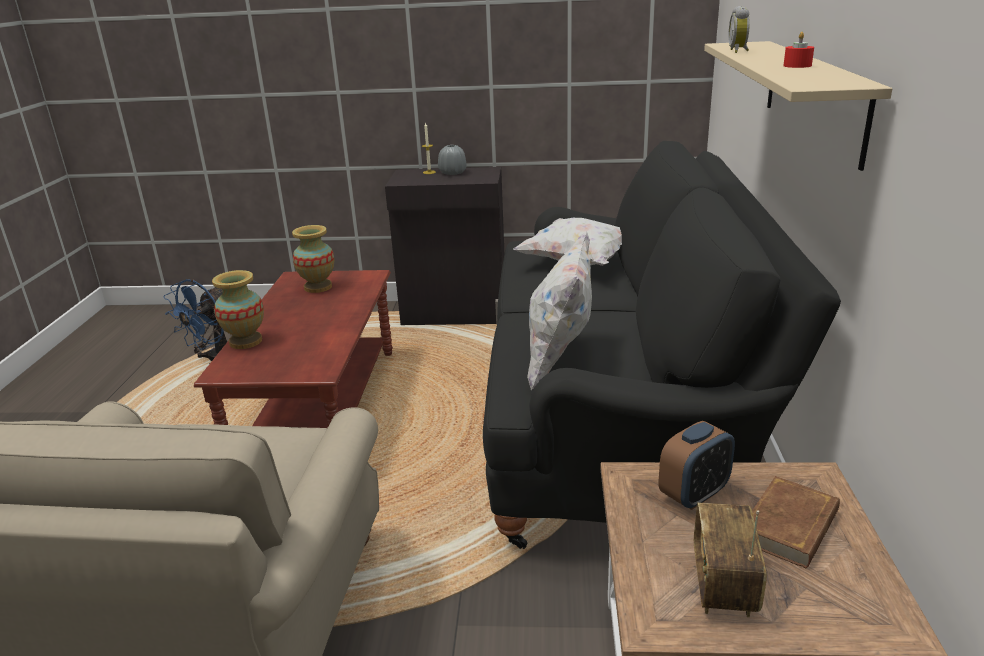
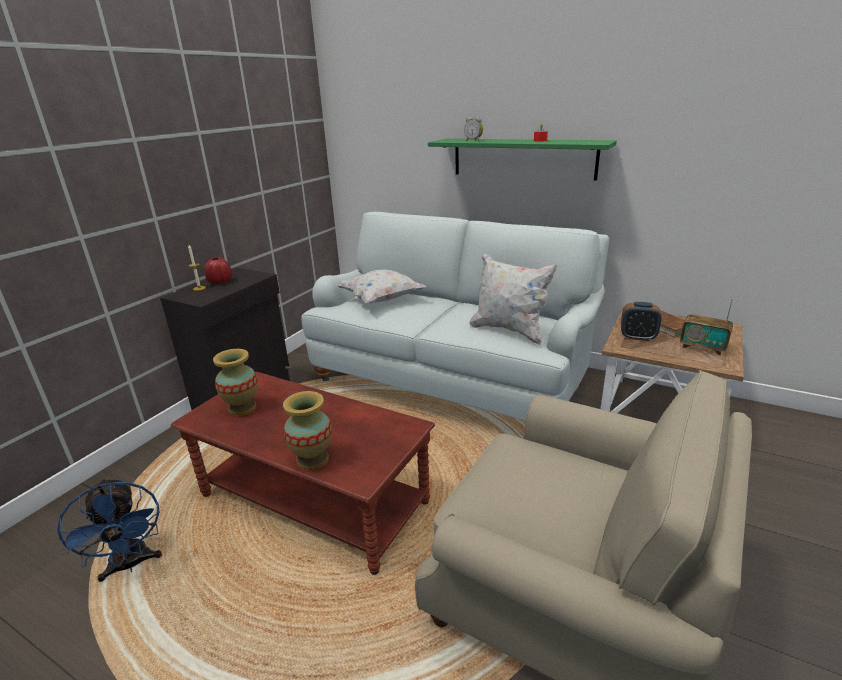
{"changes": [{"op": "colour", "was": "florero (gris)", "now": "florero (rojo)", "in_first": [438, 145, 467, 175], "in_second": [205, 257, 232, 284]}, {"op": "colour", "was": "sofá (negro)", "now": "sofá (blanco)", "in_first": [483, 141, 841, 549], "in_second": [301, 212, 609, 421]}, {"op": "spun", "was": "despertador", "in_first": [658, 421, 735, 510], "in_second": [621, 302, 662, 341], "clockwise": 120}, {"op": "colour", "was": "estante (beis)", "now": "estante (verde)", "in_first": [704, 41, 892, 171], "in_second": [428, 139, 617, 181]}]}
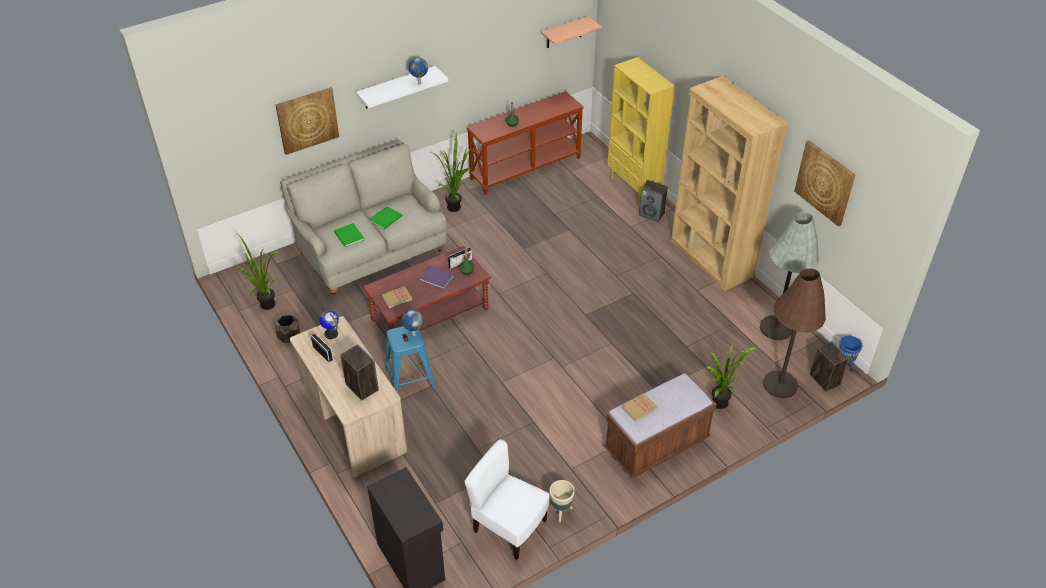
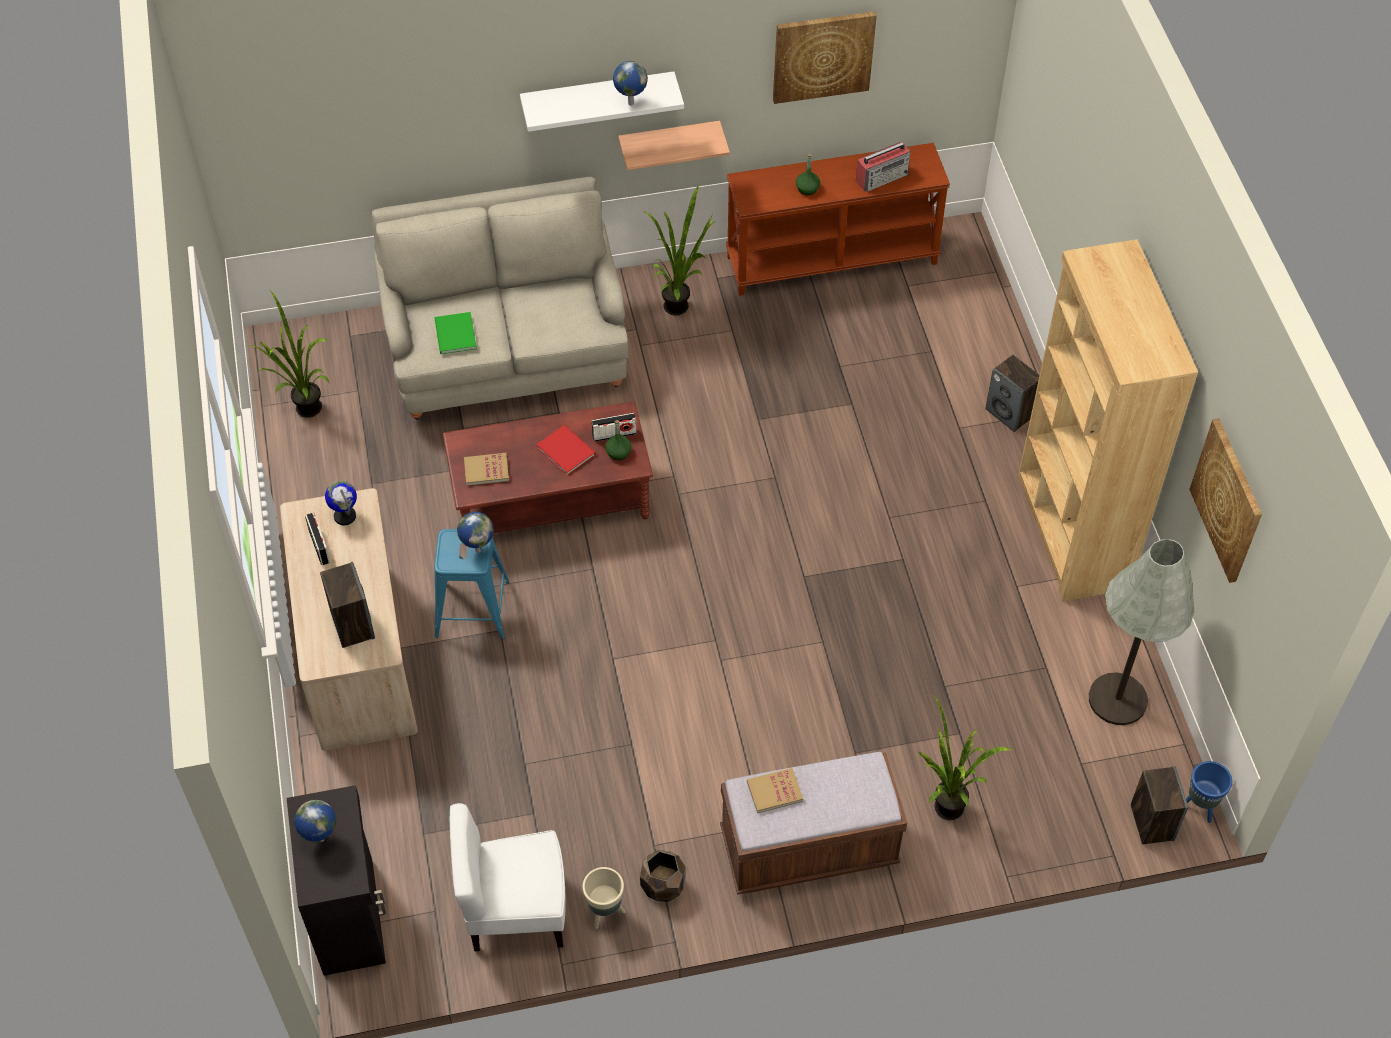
{"changes": [{"op": "relocated", "was": "maceta (marrón)", "in_first": [275, 315, 300, 343], "in_second": [640, 850, 686, 902]}, {"op": "relocated", "was": "cuadro", "in_first": [276, 87, 339, 155], "in_second": [773, 11, 877, 104]}, {"op": "missing", "was": "libro (verde)", "in_first": [369, 206, 403, 230]}, {"op": "colour", "was": "libro (morado)", "now": "libro (rojo)", "in_first": [420, 265, 455, 289], "in_second": [536, 425, 596, 475]}, {"op": "spun", "was": "silla (blanco)", "in_first": [465, 439, 550, 560], "in_second": [450, 803, 566, 951], "clockwise": -60}, {"op": "relocated", "was": "estante", "in_first": [541, 16, 602, 48], "in_second": [618, 121, 730, 170]}, {"op": "missing", "was": "estantería (amarillo)", "in_first": [607, 57, 675, 203]}, {"op": "missing", "was": "lámpara de pie (marrón)", "in_first": [763, 268, 826, 398]}, {"op": "appeared", "now": "globo terráqueo", "in_second": [294, 800, 336, 842]}, {"op": "appeared", "now": "radio", "in_second": [856, 142, 910, 192]}]}
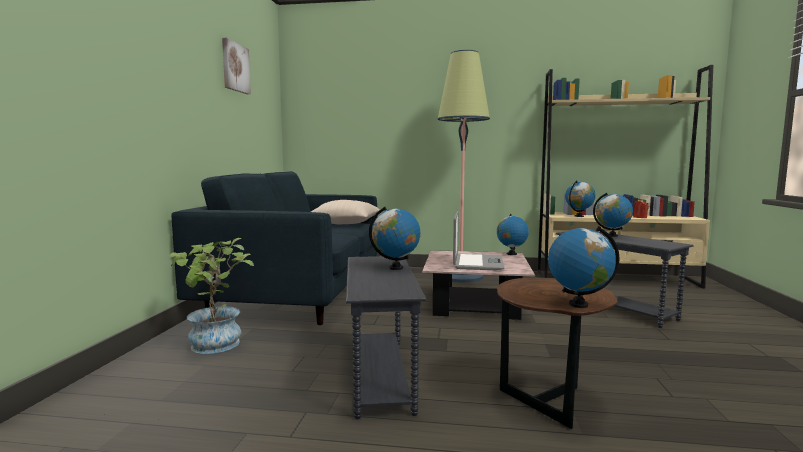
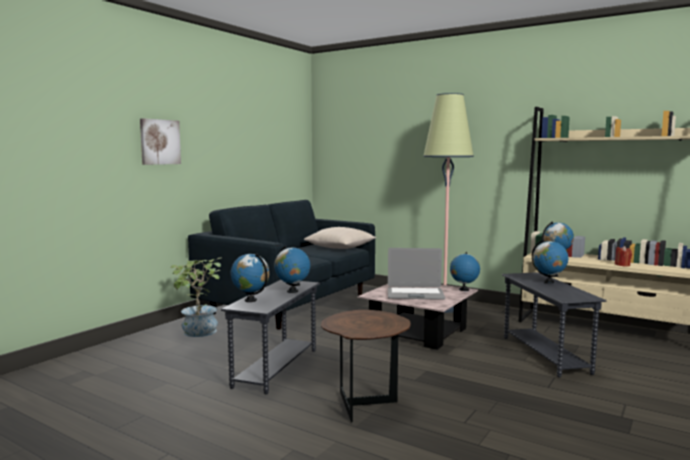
{"changes": [{"op": "relocated", "was": "cuadro", "in_first": [222, 38, 251, 94], "in_second": [140, 118, 181, 165]}, {"op": "spun", "was": "portátil", "in_first": [453, 211, 505, 270], "in_second": [388, 248, 445, 300], "clockwise": 60}, {"op": "relocated", "was": "globo terráqueo", "in_first": [548, 226, 620, 308], "in_second": [231, 253, 269, 302]}]}
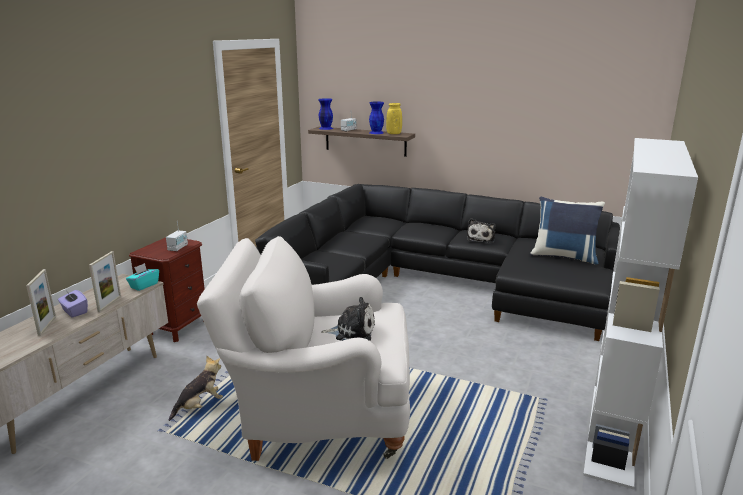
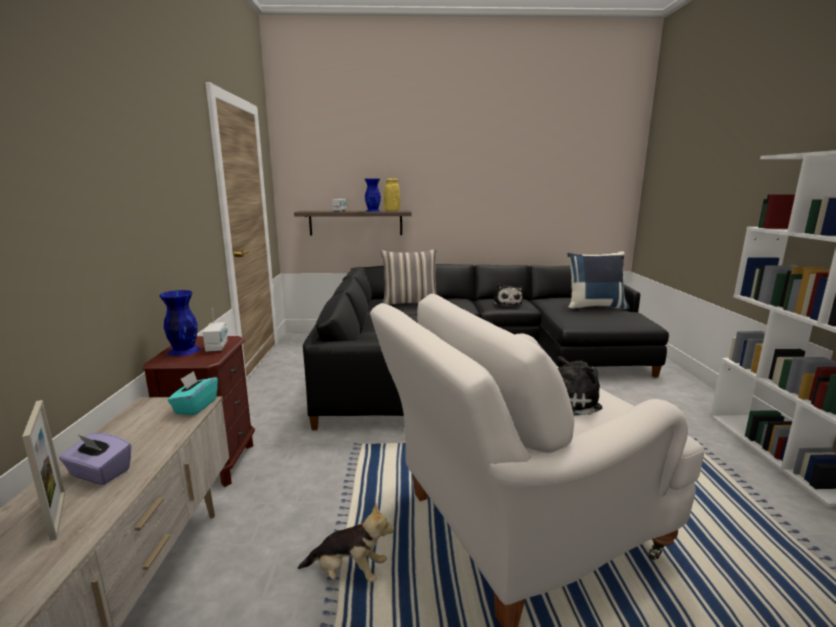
{"changes": [{"op": "missing", "was": "portarretratos", "in_first": [89, 251, 121, 312]}, {"op": "spun", "was": "peluche", "in_first": [169, 356, 223, 421], "in_second": [298, 503, 395, 582], "clockwise": 75}, {"op": "relocated", "was": "florero (azul)", "in_first": [318, 98, 333, 130], "in_second": [159, 290, 201, 356]}, {"op": "appeared", "now": "cojín", "in_second": [381, 249, 437, 305]}]}
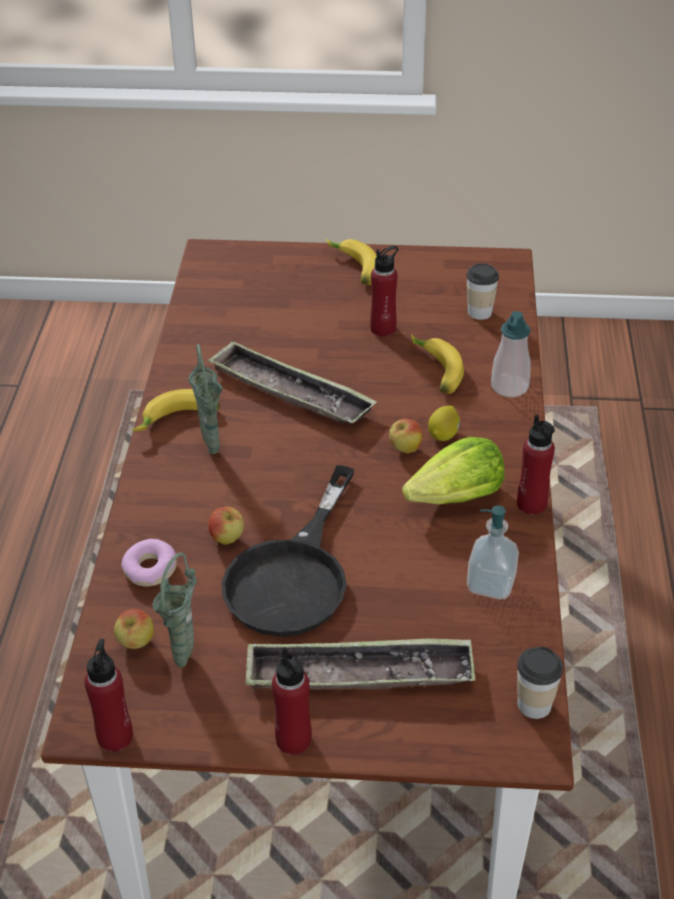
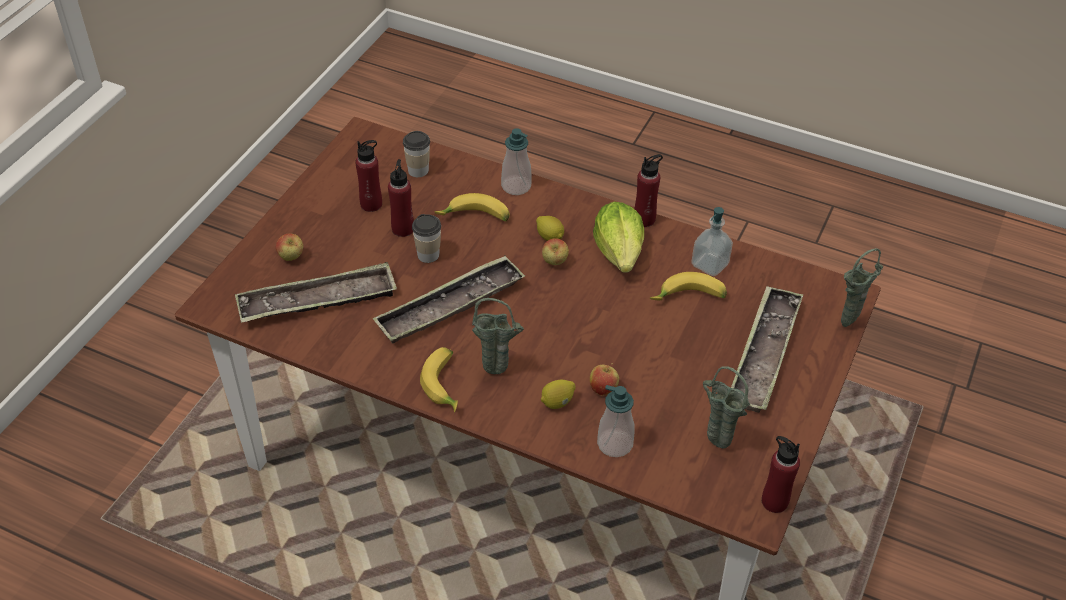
{"changes": [{"op": "relocated", "was": "manzana", "in_first": [114, 609, 154, 649], "in_second": [276, 234, 303, 261]}, {"op": "exchanged", "was": "rosquilla", "now": "dispensador de jabón", "in_first": [121, 539, 177, 587], "in_second": [597, 385, 635, 457]}, {"op": "missing", "was": "sartén (negro)", "in_first": [221, 465, 355, 637]}, {"op": "relocated", "was": "botella (rojo)", "in_first": [272, 647, 312, 755], "in_second": [355, 140, 382, 212]}, {"op": "relocated", "was": "plátano", "in_first": [326, 238, 377, 285], "in_second": [650, 272, 727, 300]}, {"op": "relocated", "was": "taza", "in_first": [517, 647, 563, 719], "in_second": [412, 214, 441, 263]}, {"op": "appeared", "now": "bandeja", "in_second": [235, 262, 397, 323]}, {"op": "appeared", "now": "limón", "in_second": [541, 380, 575, 409]}, {"op": "appeared", "now": "florero (verde)", "in_second": [841, 248, 883, 327]}]}
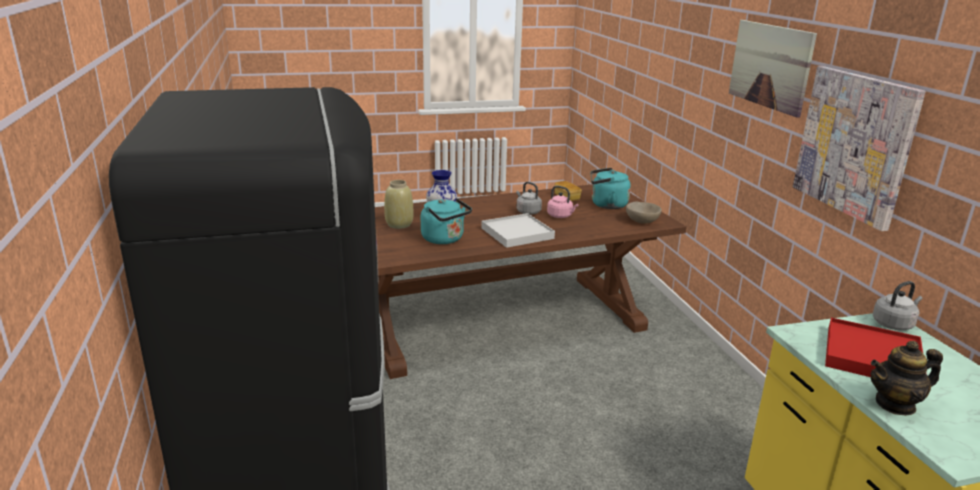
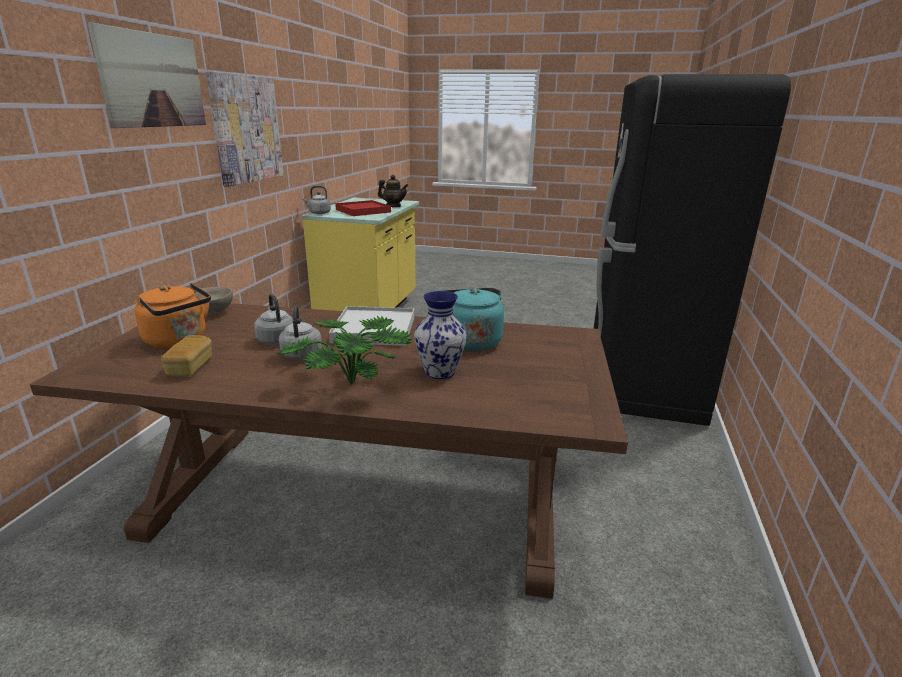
{"changes": [{"op": "missing", "was": "florero (beis)", "in_first": [384, 180, 413, 229]}, {"op": "colour", "was": "hervidor (rosa)", "now": "hervidor (gris)", "in_first": [547, 186, 578, 218], "in_second": [254, 294, 293, 345]}, {"op": "colour", "was": "hervidor (turquesa)", "now": "hervidor (naranja)", "in_first": [591, 168, 631, 209], "in_second": [134, 283, 211, 349]}, {"op": "appeared", "now": "planta en maceta", "in_second": [277, 316, 413, 384]}]}
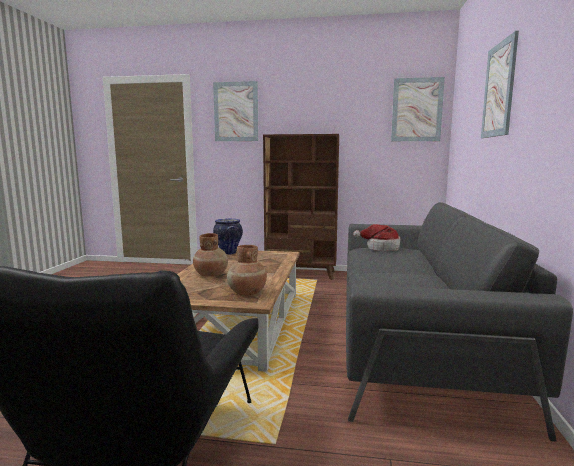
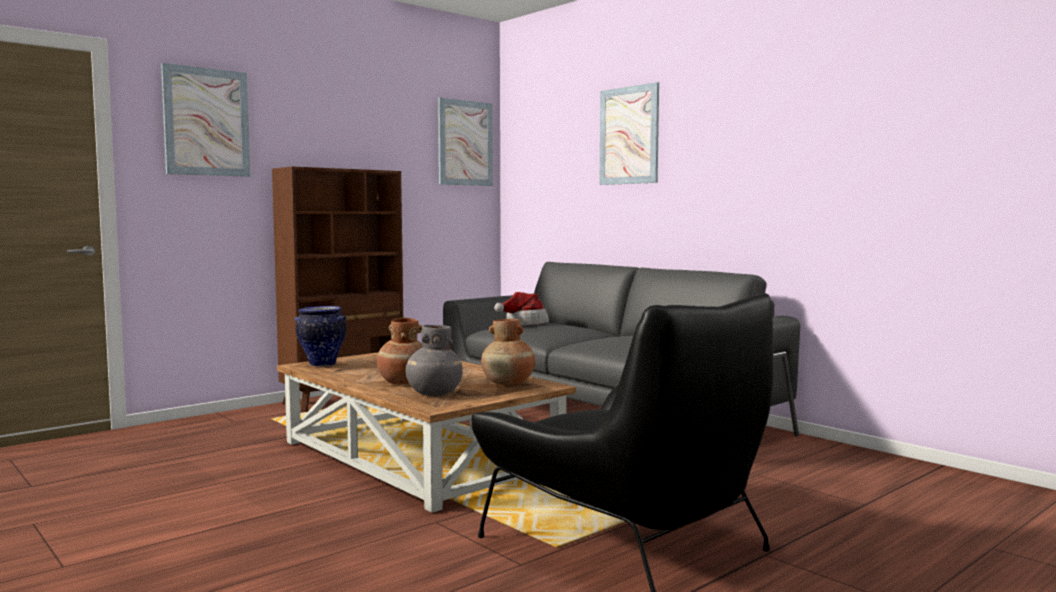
{"changes": [{"op": "appeared", "now": "florero (gris)", "in_second": [406, 325, 463, 396]}]}
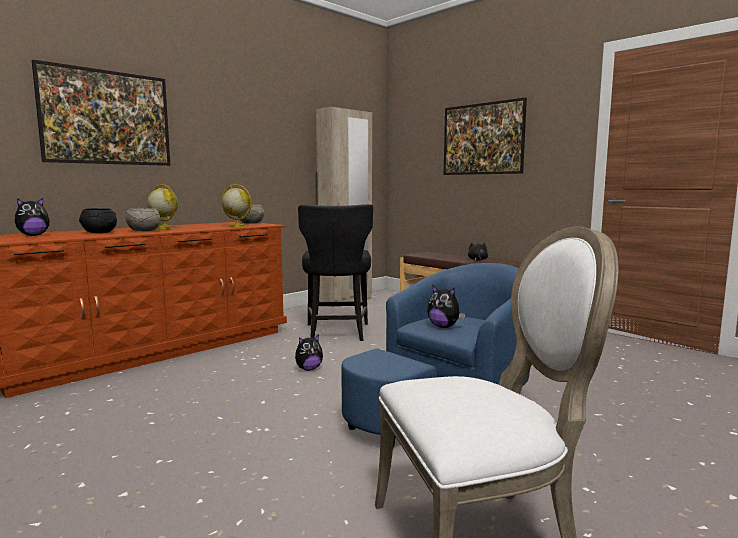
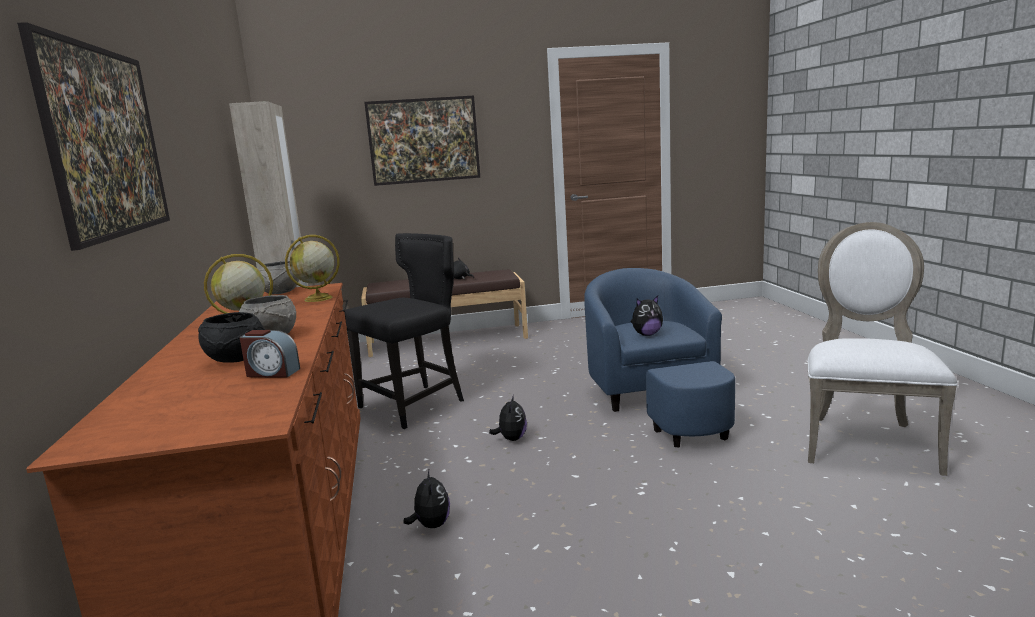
{"changes": [{"op": "relocated", "was": "peluche", "in_first": [15, 198, 50, 236], "in_second": [403, 470, 450, 528]}, {"op": "spun", "was": "silla (negro)", "in_first": [298, 204, 373, 341], "in_second": [345, 233, 464, 429], "clockwise": -75}, {"op": "appeared", "now": "despertador", "in_second": [240, 330, 300, 378]}]}
